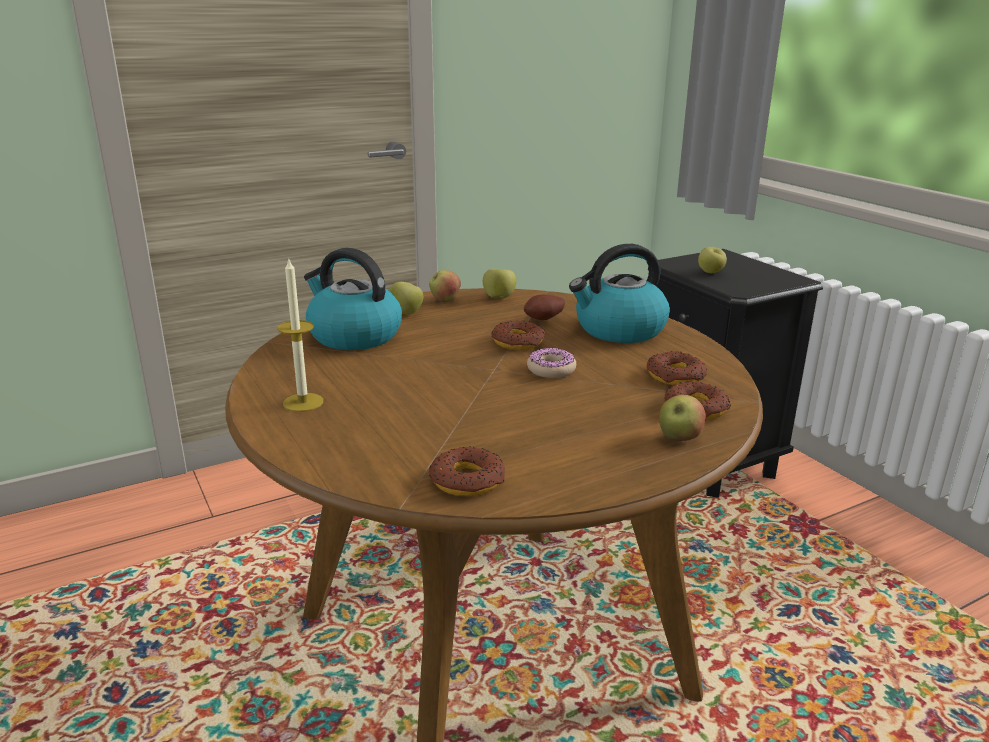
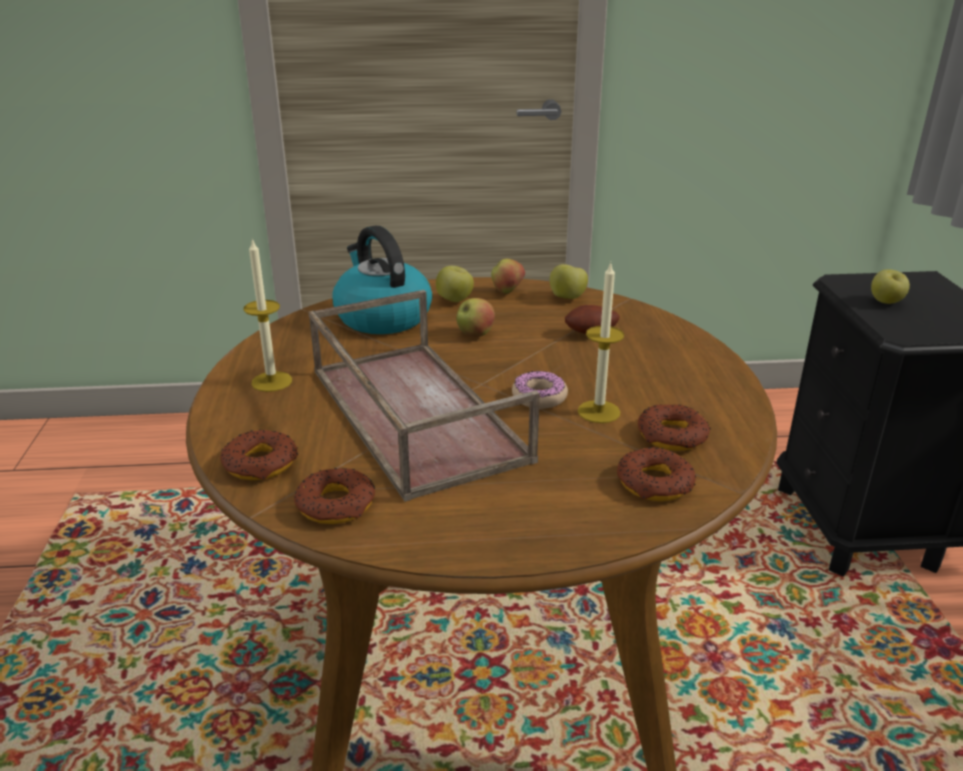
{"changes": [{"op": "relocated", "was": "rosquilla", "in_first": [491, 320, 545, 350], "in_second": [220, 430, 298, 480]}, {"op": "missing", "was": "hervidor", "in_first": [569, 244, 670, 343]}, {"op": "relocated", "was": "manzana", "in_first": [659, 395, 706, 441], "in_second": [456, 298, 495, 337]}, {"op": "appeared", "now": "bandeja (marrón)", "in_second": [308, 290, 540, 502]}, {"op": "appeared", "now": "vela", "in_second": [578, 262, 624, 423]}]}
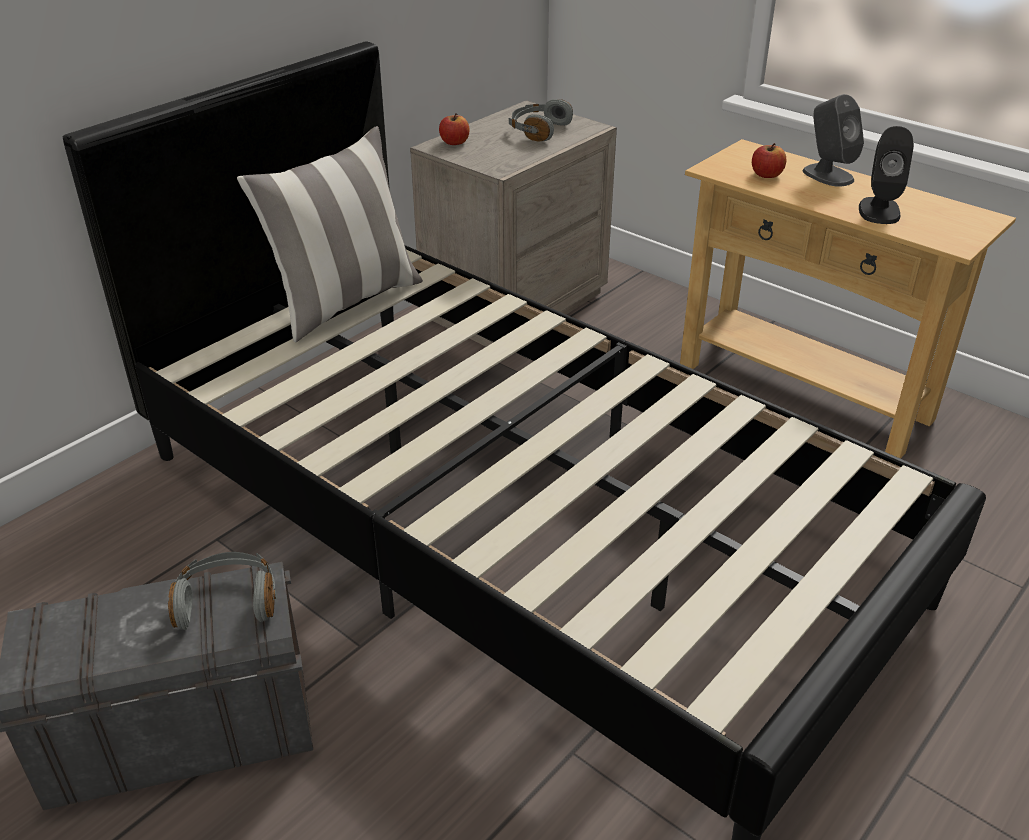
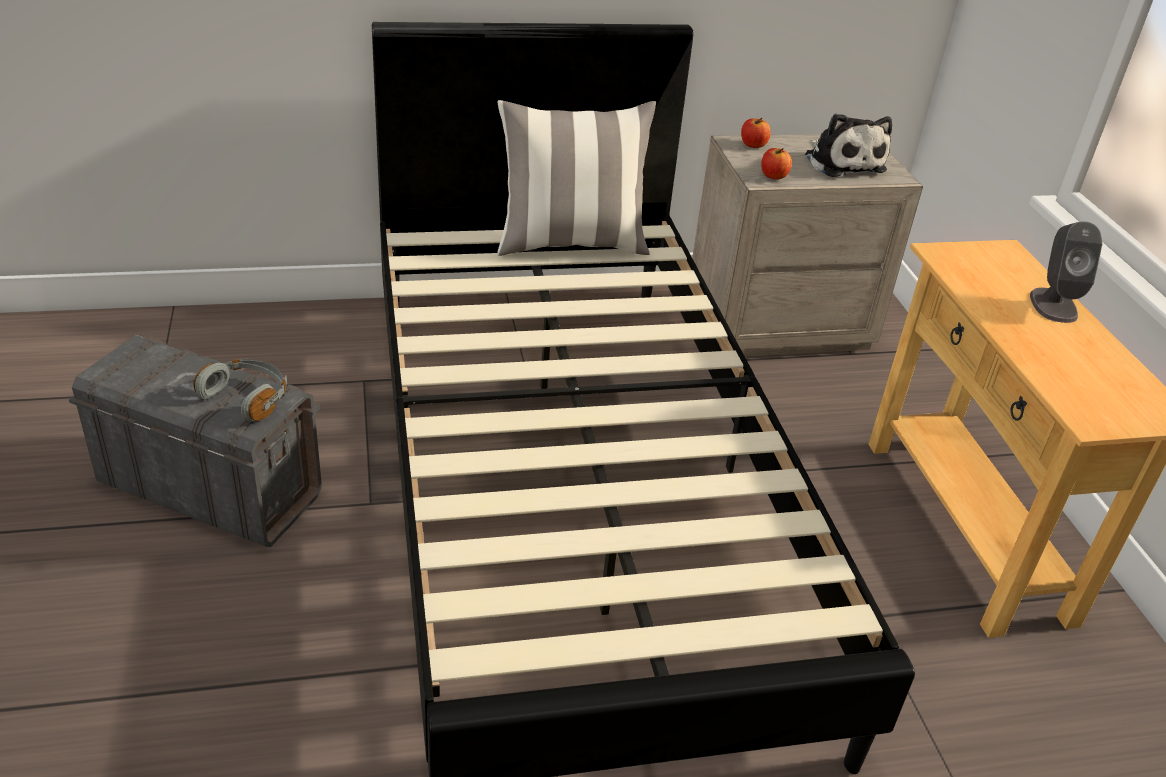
{"changes": [{"op": "exchanged", "was": "auriculares (gris)", "now": "peluche", "in_first": [509, 99, 573, 141], "in_second": [805, 113, 892, 177]}, {"op": "relocated", "was": "manzana", "in_first": [752, 143, 787, 178], "in_second": [761, 148, 792, 180]}, {"op": "missing", "was": "altavoz (negro)", "in_first": [859, 126, 914, 224]}]}
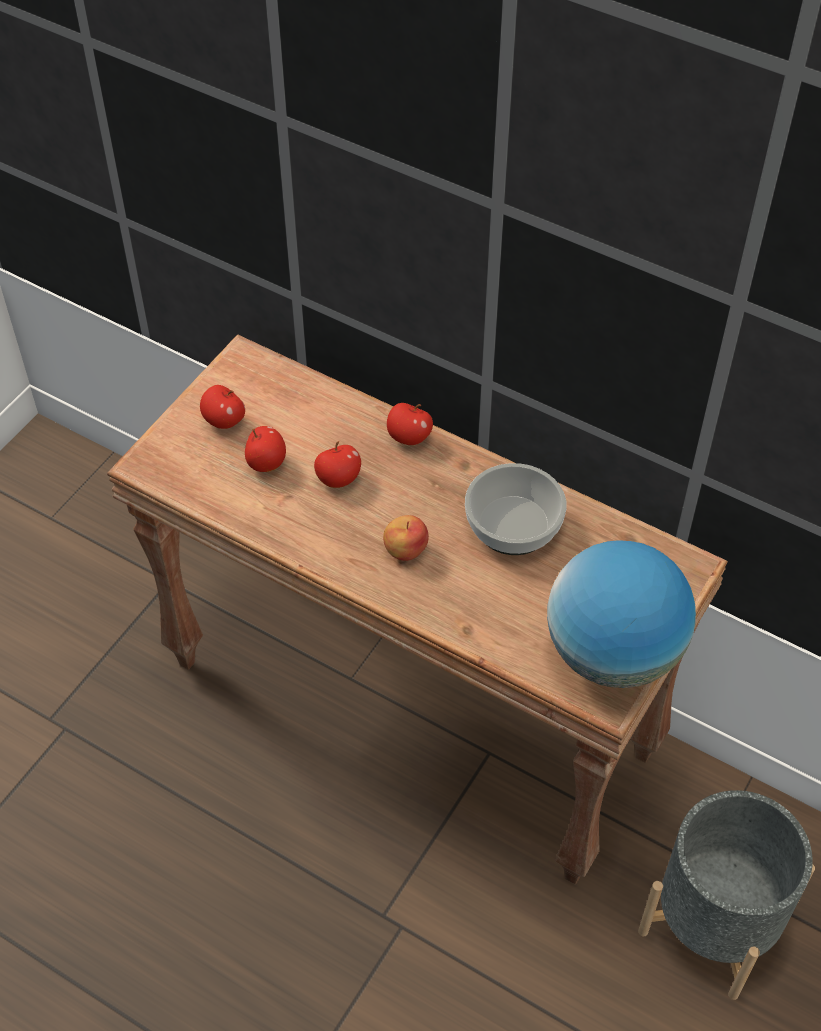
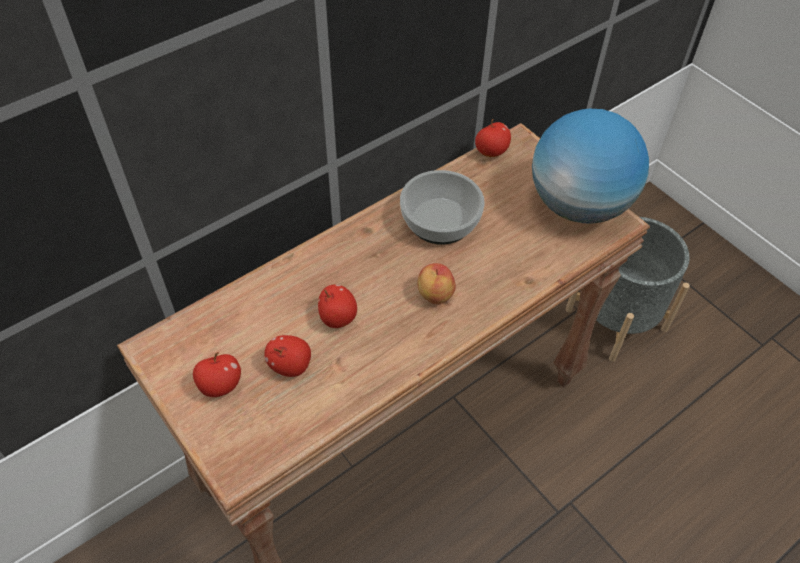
{"changes": [{"op": "relocated", "was": "manzana", "in_first": [387, 403, 433, 445], "in_second": [475, 119, 511, 157]}]}
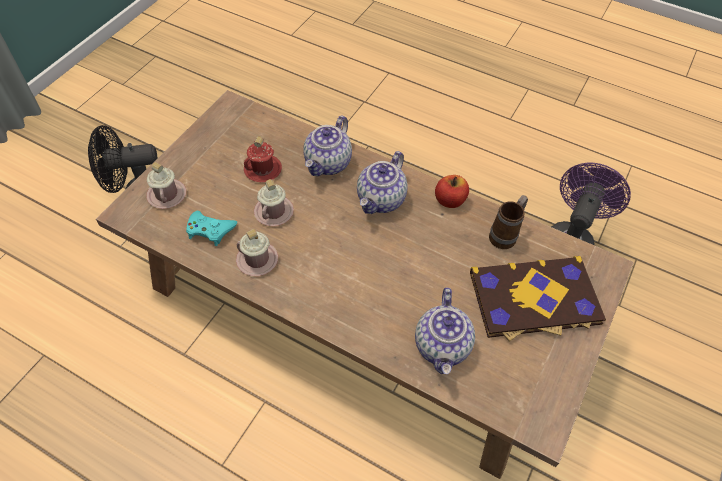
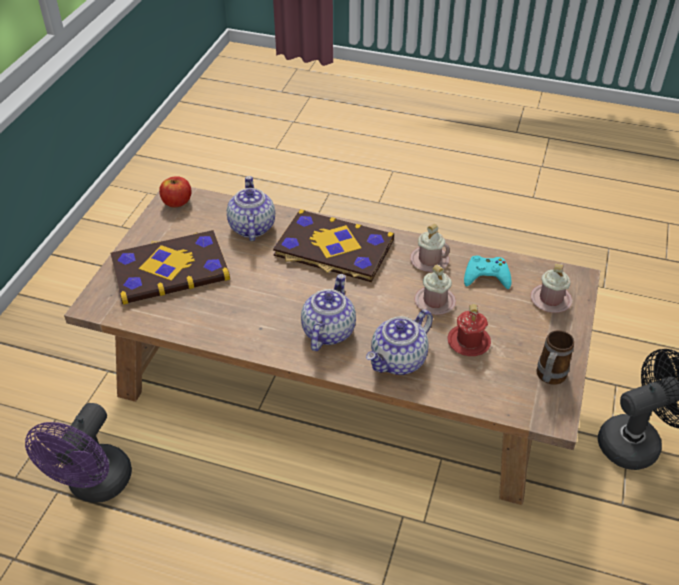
{"changes": [{"op": "spun", "was": "tetera", "in_first": [303, 115, 352, 176], "in_second": [366, 309, 433, 375], "clockwise": -150}, {"op": "relocated", "was": "manzana", "in_first": [435, 175, 469, 208], "in_second": [159, 176, 192, 208]}, {"op": "relocated", "was": "taza grande", "in_first": [489, 195, 528, 249], "in_second": [536, 330, 574, 385]}, {"op": "appeared", "now": "libro", "in_second": [273, 209, 394, 282]}]}
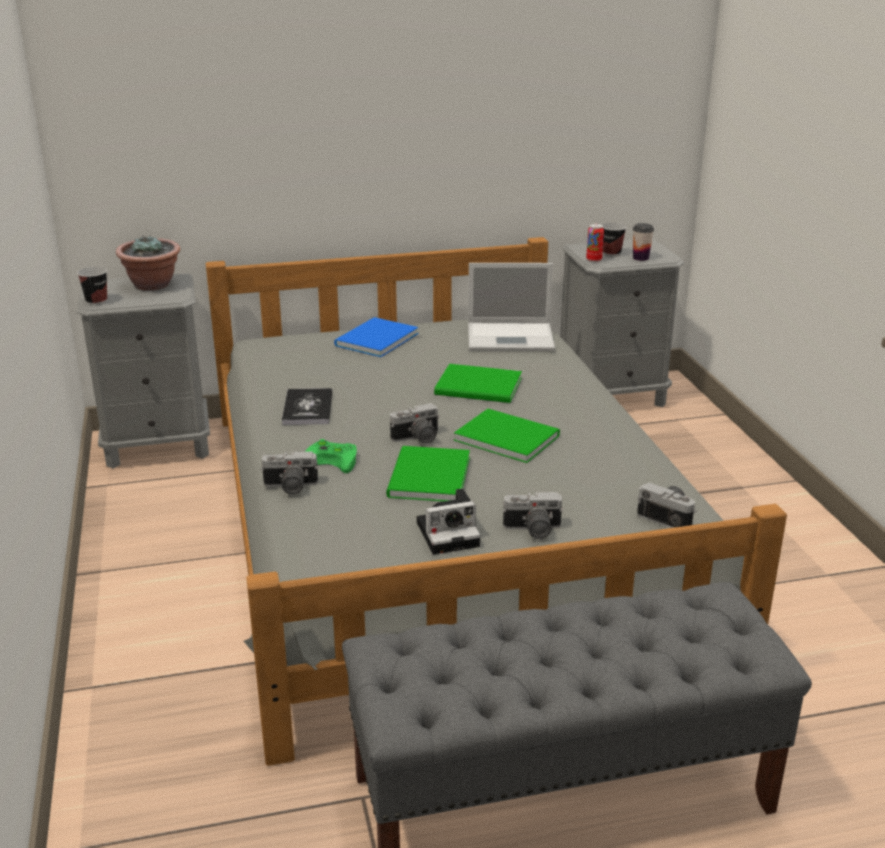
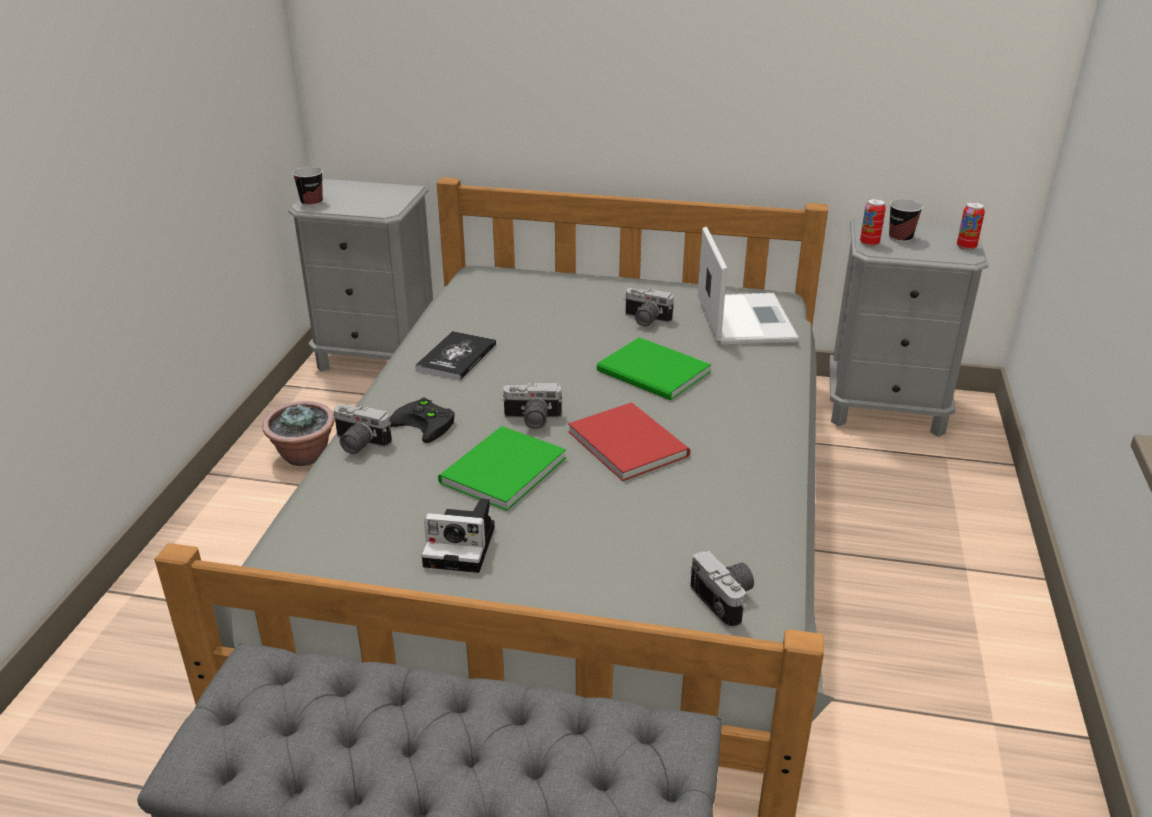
{"changes": [{"op": "relocated", "was": "planta en maceta", "in_first": [116, 236, 180, 291], "in_second": [262, 401, 335, 466]}, {"op": "colour", "was": "mando de consola (verde)", "now": "mando de consola (negro)", "in_first": [305, 439, 357, 473], "in_second": [389, 398, 455, 443]}, {"op": "missing", "was": "libro (azul)", "in_first": [334, 317, 418, 357]}, {"op": "colour", "was": "libro (verde)", "now": "libro (rojo)", "in_first": [454, 409, 560, 463], "in_second": [568, 402, 690, 481]}, {"op": "spun", "was": "portátil", "in_first": [468, 263, 555, 351], "in_second": [698, 227, 799, 345], "clockwise": -120}, {"op": "relocated", "was": "cámara", "in_first": [502, 492, 564, 539], "in_second": [623, 288, 674, 327]}, {"op": "missing", "was": "taza", "in_first": [633, 223, 654, 261]}, {"op": "appeared", "now": "lata", "in_second": [957, 202, 985, 250]}]}
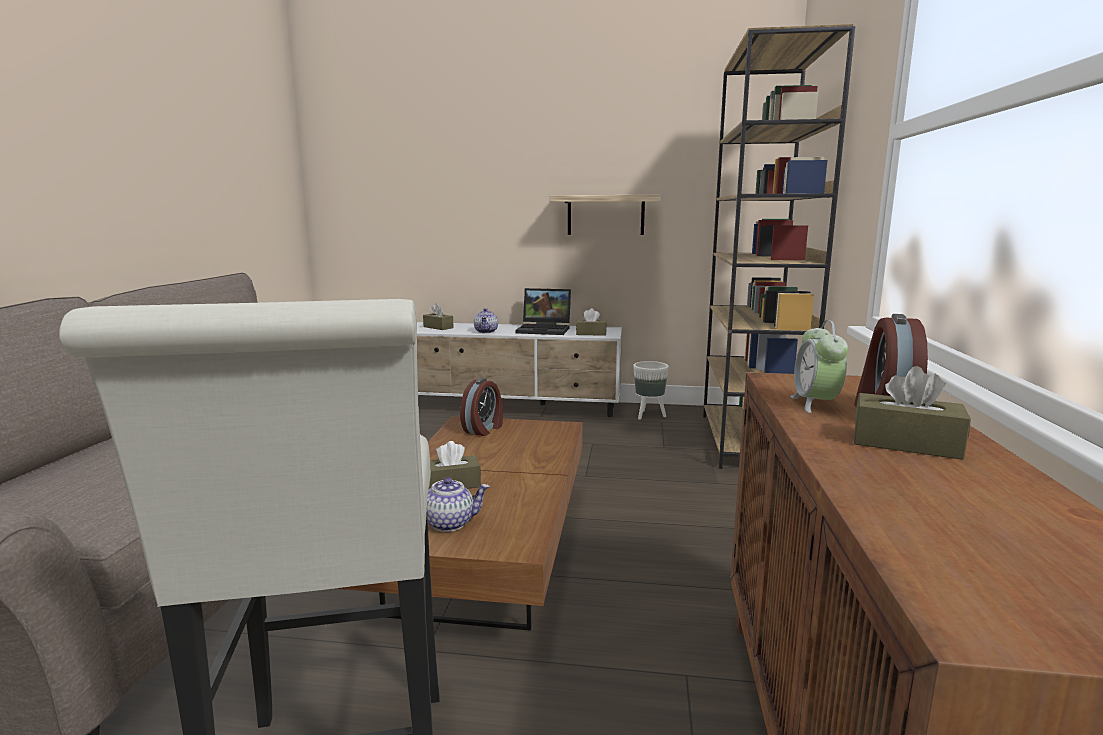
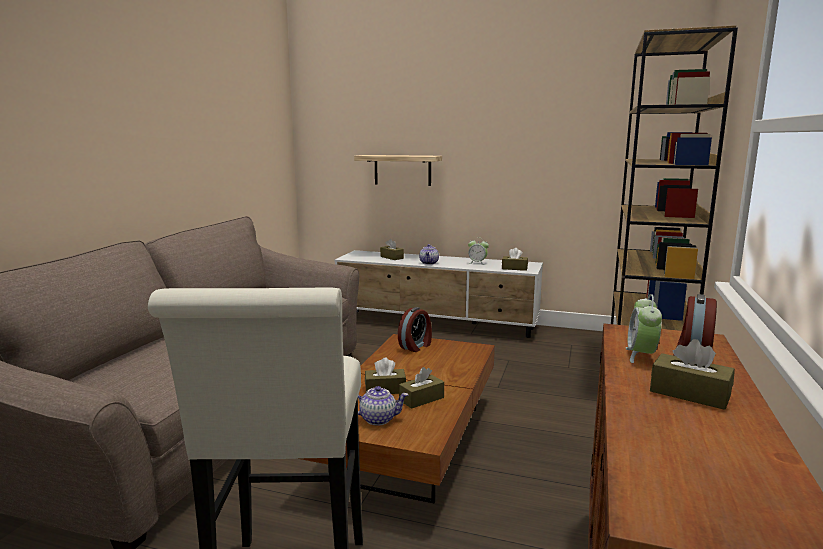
{"changes": [{"op": "exchanged", "was": "portátil", "now": "despertador", "in_first": [516, 288, 571, 335], "in_second": [468, 238, 489, 265]}, {"op": "relocated", "was": "estante", "in_first": [549, 195, 661, 235], "in_second": [354, 155, 442, 186]}, {"op": "missing", "was": "maceta (blanco)", "in_first": [633, 361, 669, 420]}, {"op": "appeared", "now": "caja de pañuelos (marrón)", "in_second": [399, 367, 444, 409]}]}
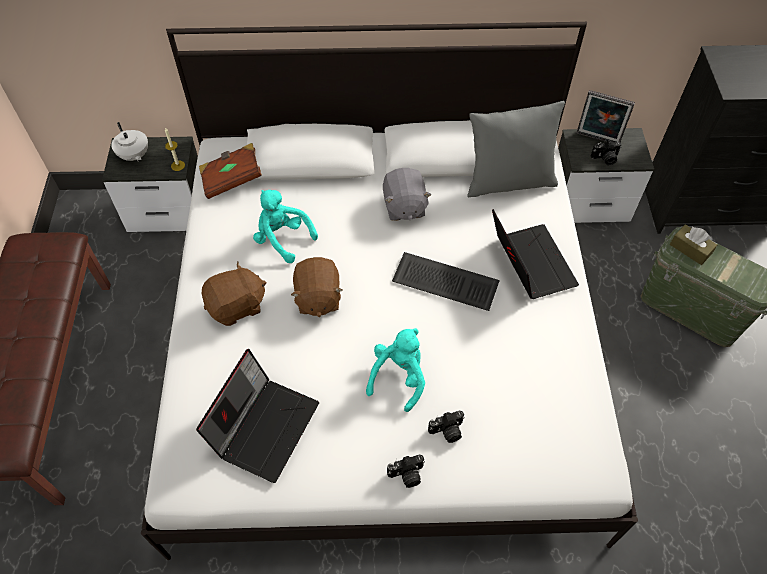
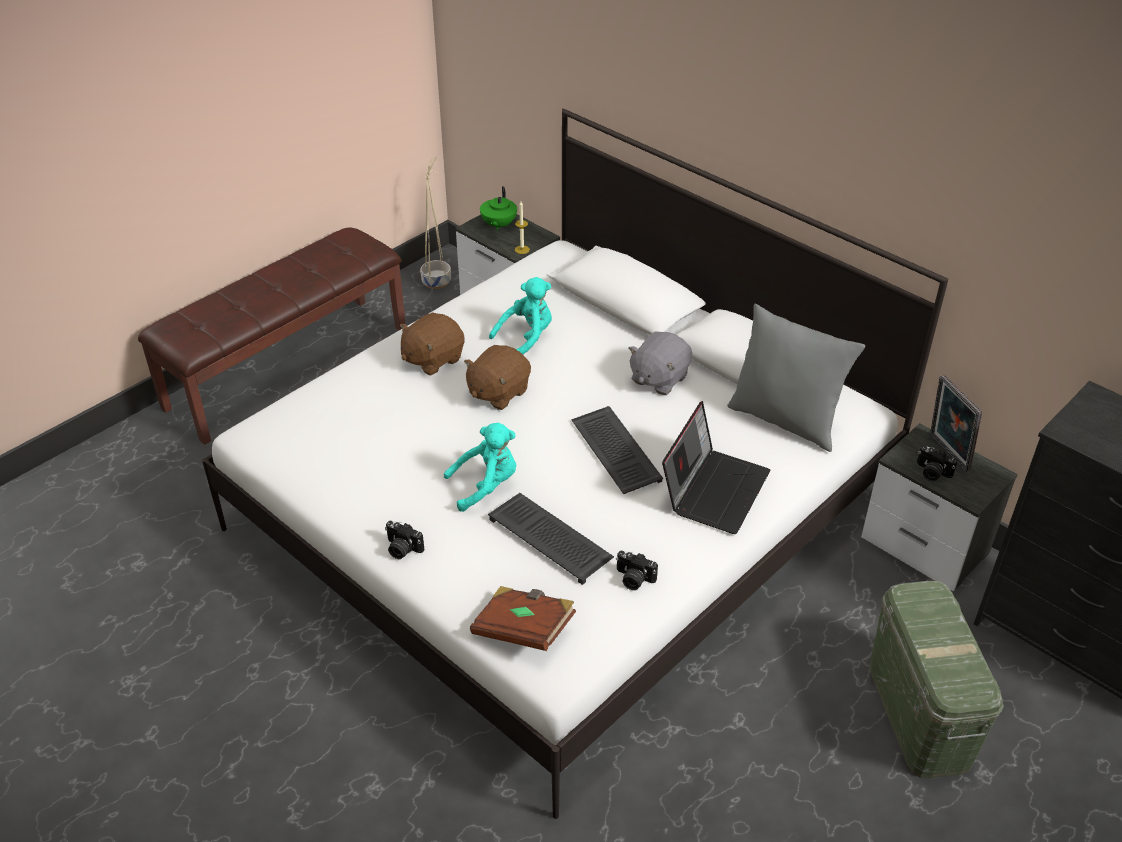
{"changes": [{"op": "colour", "was": "tetera (blanco)", "now": "tetera (verde)", "in_first": [111, 122, 148, 162], "in_second": [480, 187, 517, 231]}, {"op": "missing", "was": "portátil", "in_first": [196, 349, 319, 483]}, {"op": "relocated", "was": "libro (marrón)", "in_first": [199, 143, 262, 199], "in_second": [470, 586, 576, 651]}, {"op": "spun", "was": "peluche (marrón)", "in_first": [202, 262, 266, 326], "in_second": [400, 312, 465, 375], "clockwise": 120}, {"op": "spun", "was": "peluche (turquesa)", "in_first": [253, 190, 318, 263], "in_second": [489, 277, 552, 354], "clockwise": 60}, {"op": "relocated", "was": "cámara", "in_first": [428, 411, 465, 443], "in_second": [616, 551, 658, 590]}, {"op": "missing", "was": "caja de pañuelos (marrón)", "in_first": [670, 224, 717, 265]}, {"op": "appeared", "now": "maceta (beis)", "in_second": [420, 156, 451, 289]}, {"op": "appeared", "now": "teclado", "in_second": [488, 493, 614, 585]}]}
